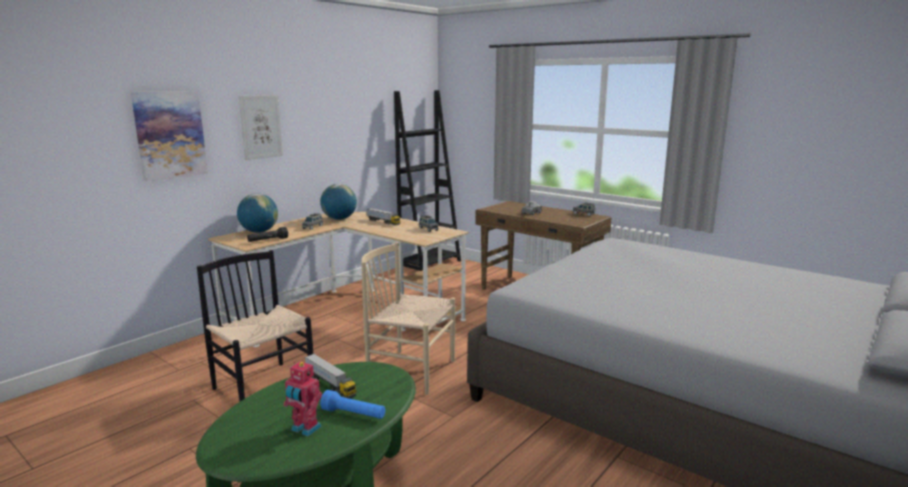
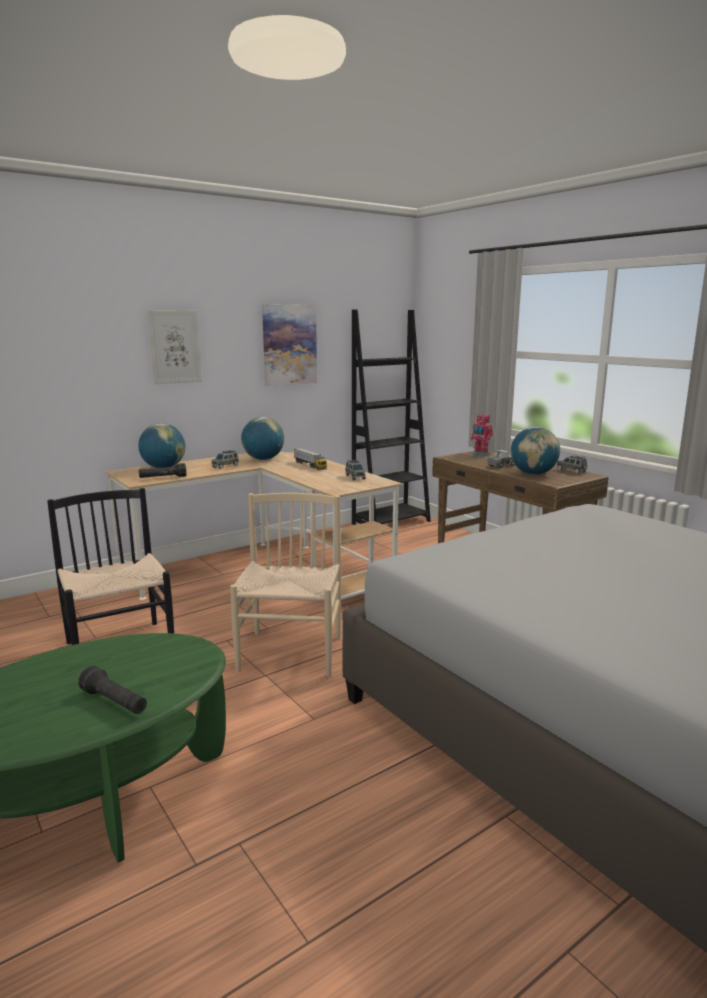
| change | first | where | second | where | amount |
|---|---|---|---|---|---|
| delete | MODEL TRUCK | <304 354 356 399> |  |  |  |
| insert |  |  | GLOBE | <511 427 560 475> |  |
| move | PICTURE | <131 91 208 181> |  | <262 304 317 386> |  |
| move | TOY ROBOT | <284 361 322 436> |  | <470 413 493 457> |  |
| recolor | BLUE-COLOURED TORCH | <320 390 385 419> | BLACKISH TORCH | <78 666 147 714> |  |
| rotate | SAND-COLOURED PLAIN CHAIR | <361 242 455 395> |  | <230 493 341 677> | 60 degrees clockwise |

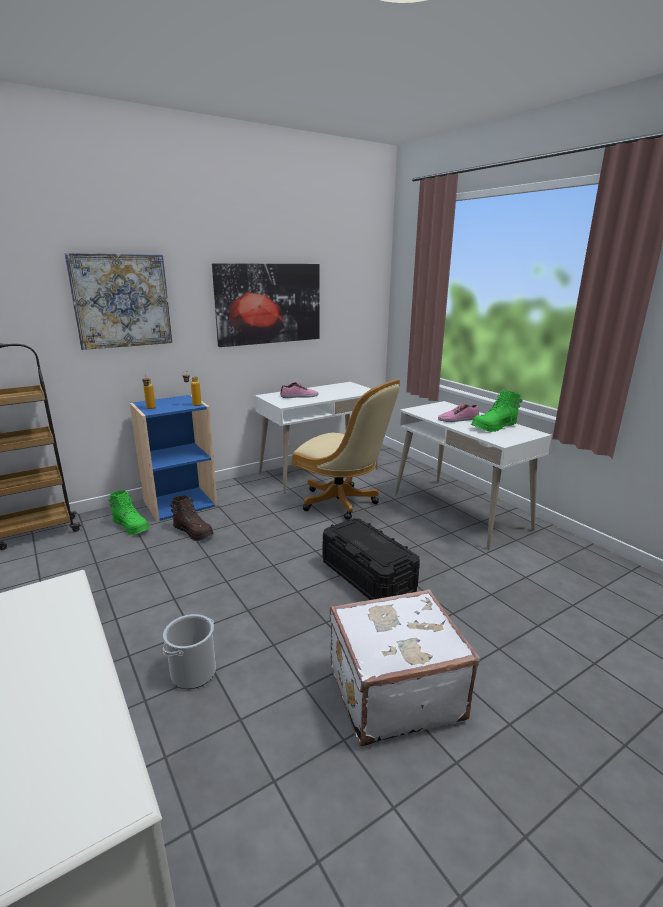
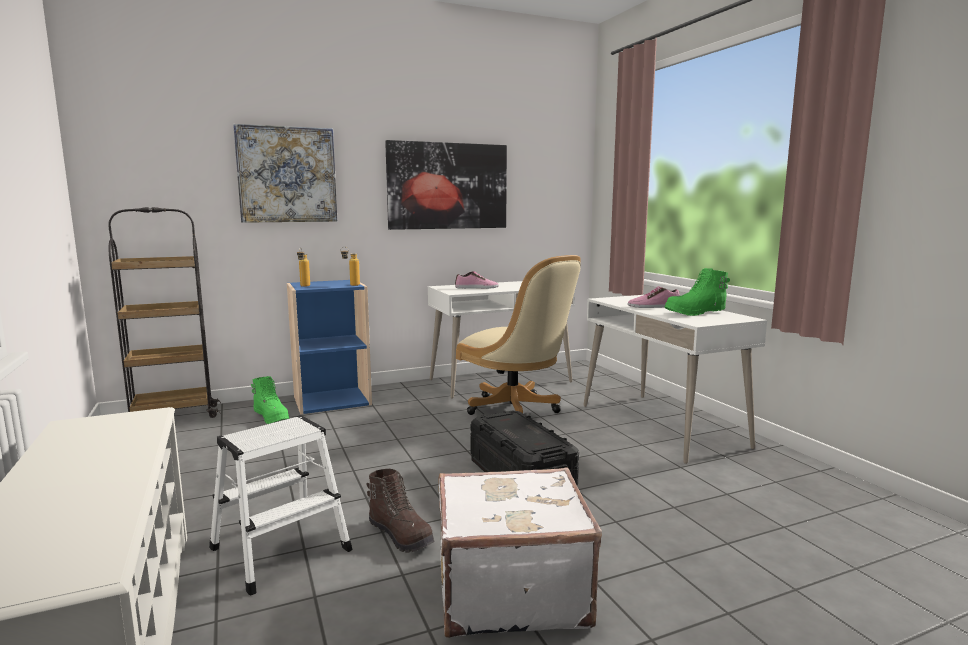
| change | first | where | second | where | amount |
|---|---|---|---|---|---|
| move | BROWN-COLOURED TALL BOOT | <170 495 214 541> |  | <367 469 434 553> |  |
| replace | WATER BUCKET | <163 614 216 689> | WHITE-COLOURED STEP LADDER | <209 415 352 595> |  |

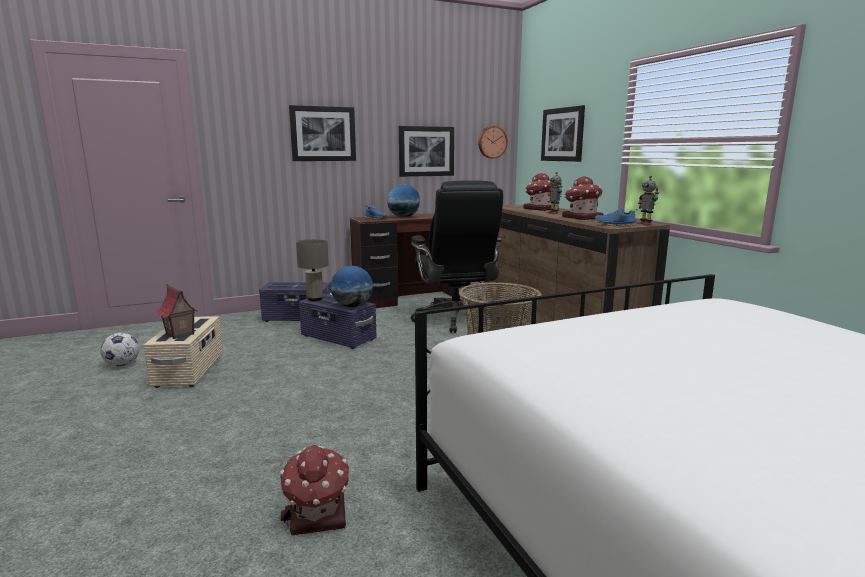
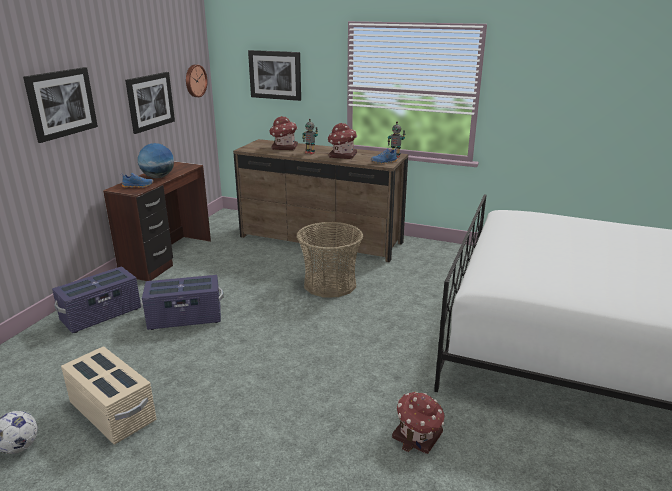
| change | first | where | second | where | amount |
|---|---|---|---|---|---|
| delete | TOY HOUSE | <156 284 198 339> |  |  |  |
| delete | GREYISH TABLE LAMP | <296 239 329 301> |  |  |  |
| delete | GLOBE | <331 266 373 307> |  |  |  |
| delete | BLACKISH COMPUTER CHAIR | <411 180 503 333> |  |  |  |

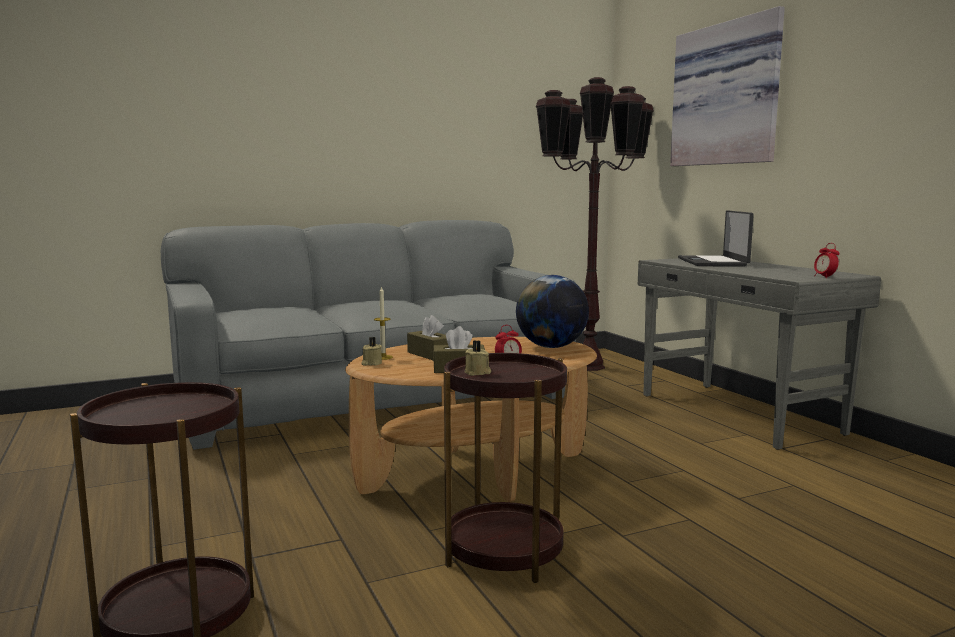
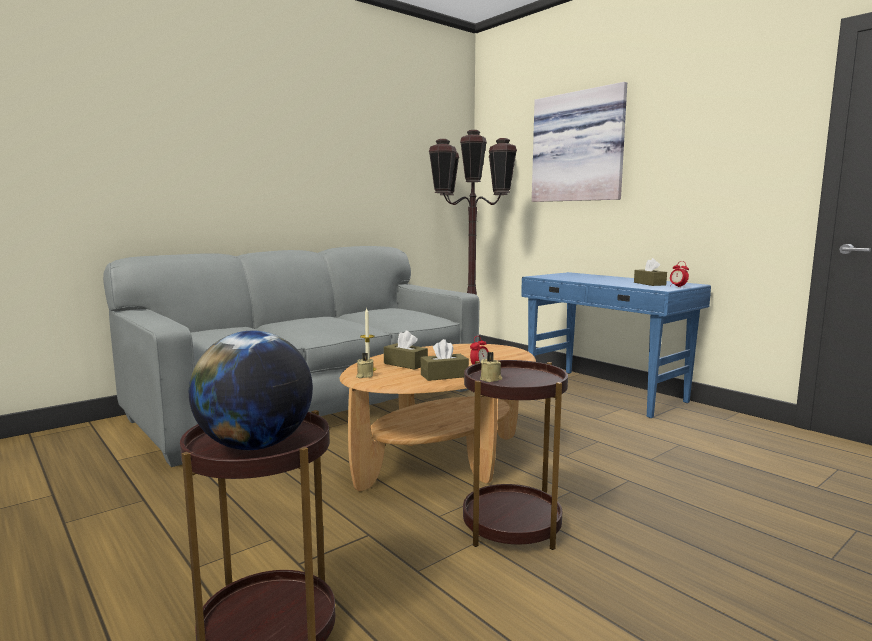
| change | first | where | second | where | amount |
|---|---|---|---|---|---|
| delete | PORTABLE COMPUTER | <678 210 754 267> |  |  |  |
| insert |  |  | BROWN-COLOURED TISSUE HOLDER | <634 258 667 286> |  |
| move | GLOBE | <516 275 589 348> |  | <189 331 313 450> |  |
| recolor | GREYISH CONSOLE TABLE | <638 258 881 450> | BLUE-COLOURED CONSOLE TABLE | <521 272 711 418> |  |

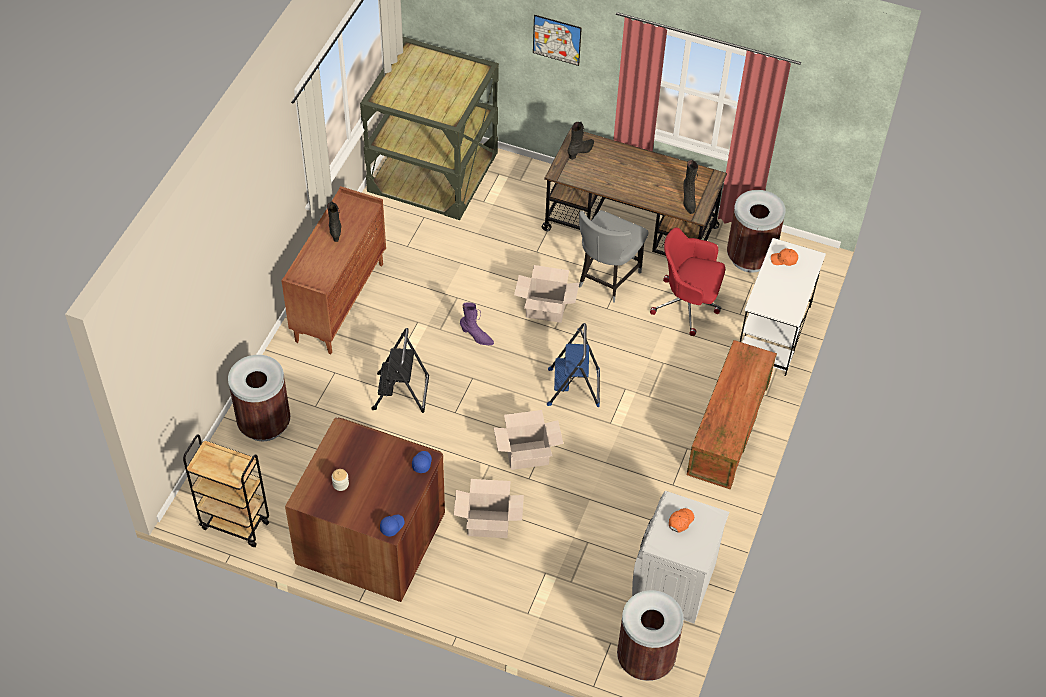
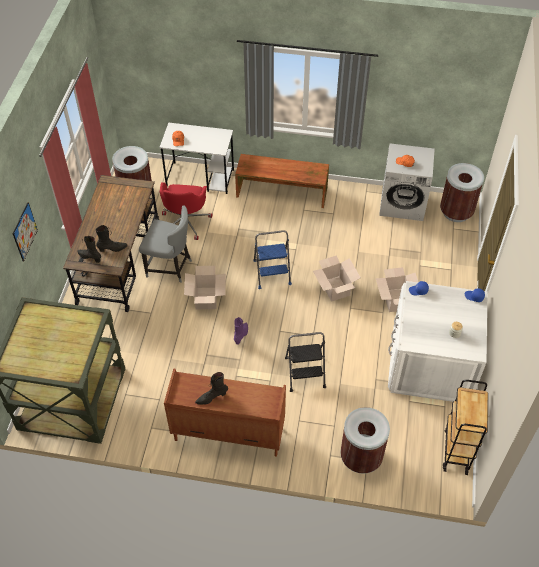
| change | first | where | second | where | amount |
|---|---|---|---|---|---|
| move | BLACKISH TALL BOOT | <683 160 698 214> |  | <96 225 128 252> |  |
| recolor | BROWN-COLOURED DRAWER CHEST | <285 417 445 602> | WHITE-COLOURED DRAWER CHEST | <388 281 487 402> |  |

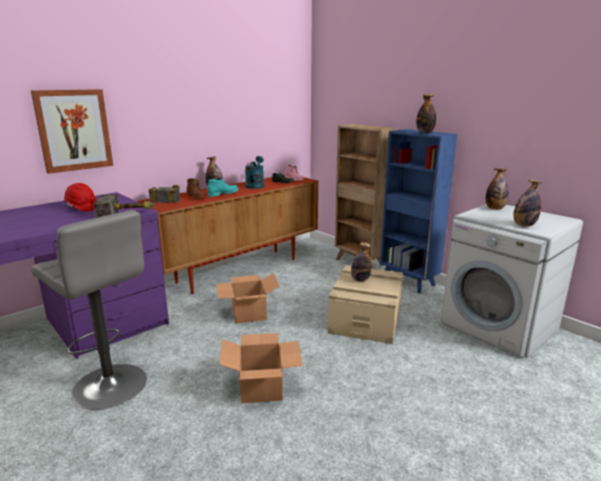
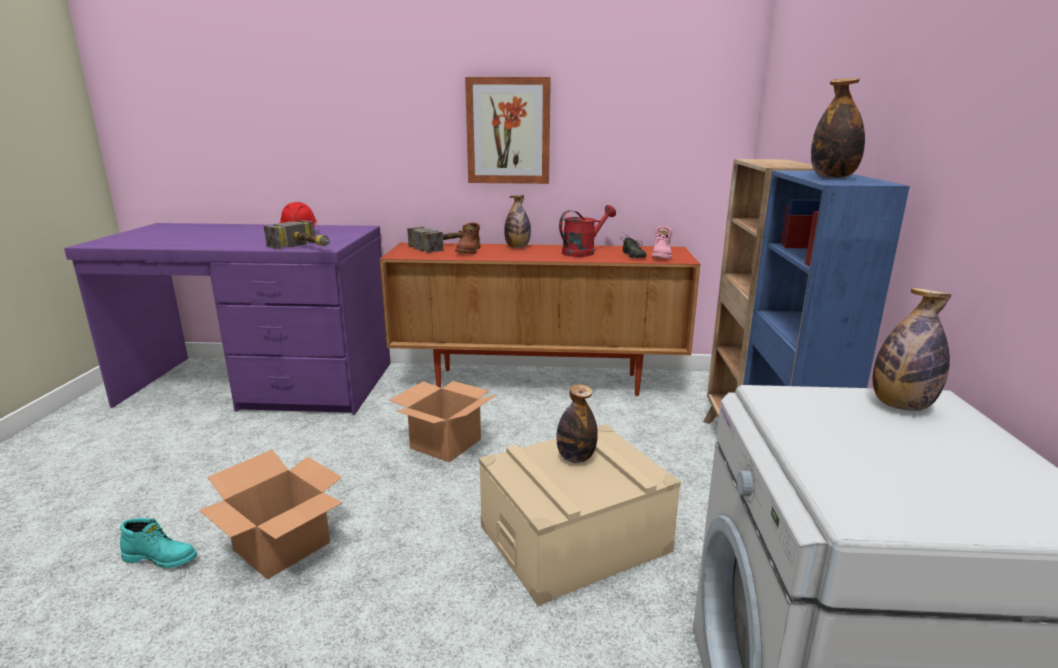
| change | first | where | second | where | amount |
|---|---|---|---|---|---|
| delete | GREYISH STOOL | <31 210 147 410> |  |  |  |
| delete | BEVERAGE BOTTLE | <513 180 542 226> |  |  |  |
| move | PICTURE | <31 89 113 174> |  | <465 77 551 184> |  |
| move | TURQUOISE TALL BOOT | <207 178 239 197> |  | <120 518 197 568> |  |
| recolor | TURQUOISE WATERING POT | <245 156 264 189> | RED-COLOURED WATERING POT | <559 205 616 257> |  |

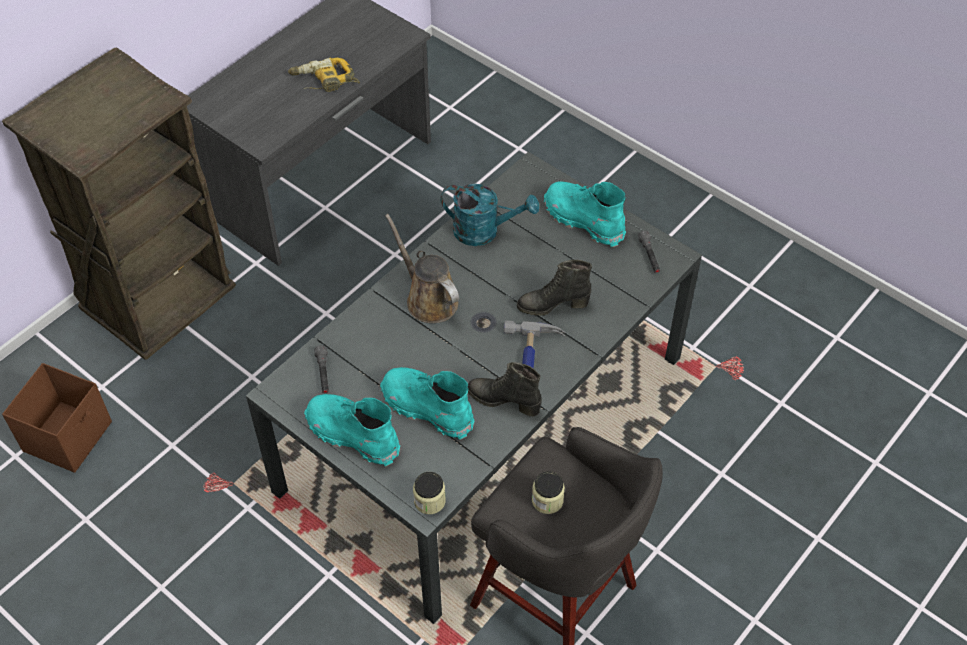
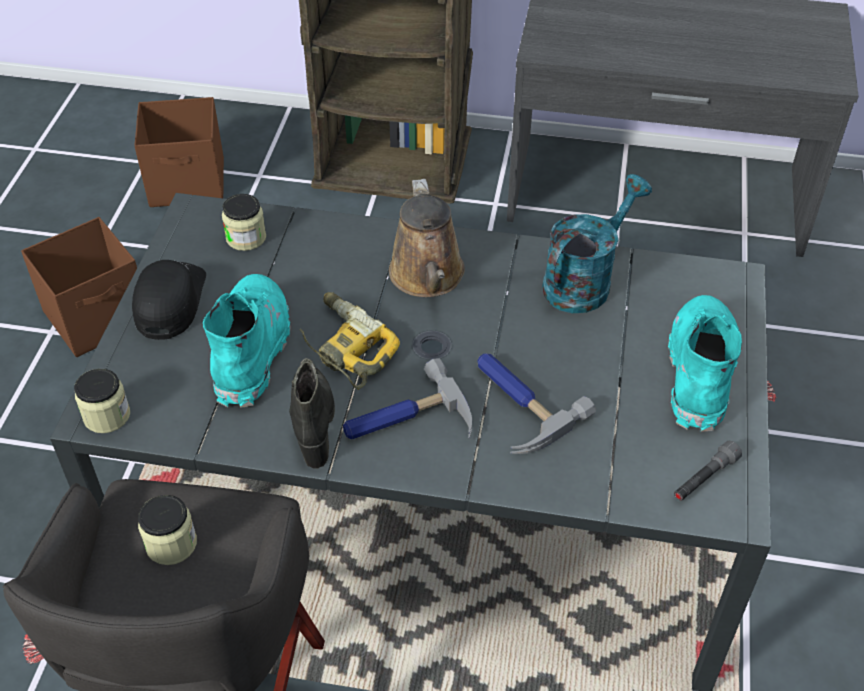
| change | first | where | second | where | amount |
|---|---|---|---|---|---|
| insert |  |  | BROWN-COLOURED STORAGE BIN | <21 217 137 357> |  |
| move | DRILL | <288 57 360 92> |  | <299 292 400 390> |  |
| replace | TURQUOISE TALL BOOT | <304 394 401 467> | BLACKISH PEAKED CAP | <132 260 206 340> |  |
| replace | GREYISH TORCH | <314 345 329 393> | JAR | <222 194 266 251> |  |
| replace | BLACKISH TALL BOOT | <517 260 592 316> | HAMMER | <478 353 596 454> |  |
| rotate | BROWN-COLOURED WATERING POT | <385 214 459 323> |  | <389 179 465 297> | 150 degrees clockwise |
| rotate | TURQUOISE WATERING POT | <441 184 539 246> |  | <542 174 652 313> | 120 degrees counterclockwise |

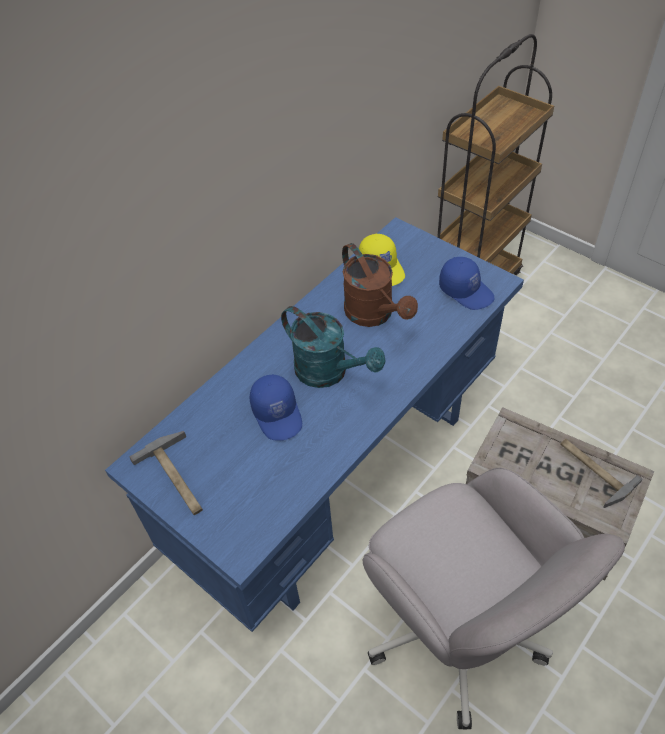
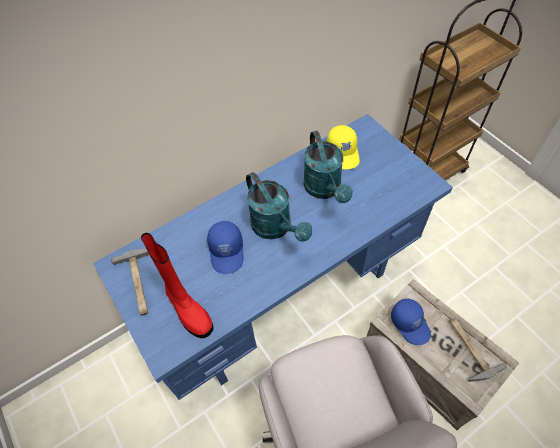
| change | first | where | second | where | amount |
|---|---|---|---|---|---|
| insert |  |  | RED-COLOURED TALL BOOT | <141 233 214 338> |  |
| move | BLUE-COLOURED PEAKED CAP | <439 257 494 310> |  | <391 299 431 345> |  |
| recolor | BROWN-COLOURED WATERING POT | <342 243 418 327> | TURQUOISE WATERING POT | <303 131 353 203> |  |

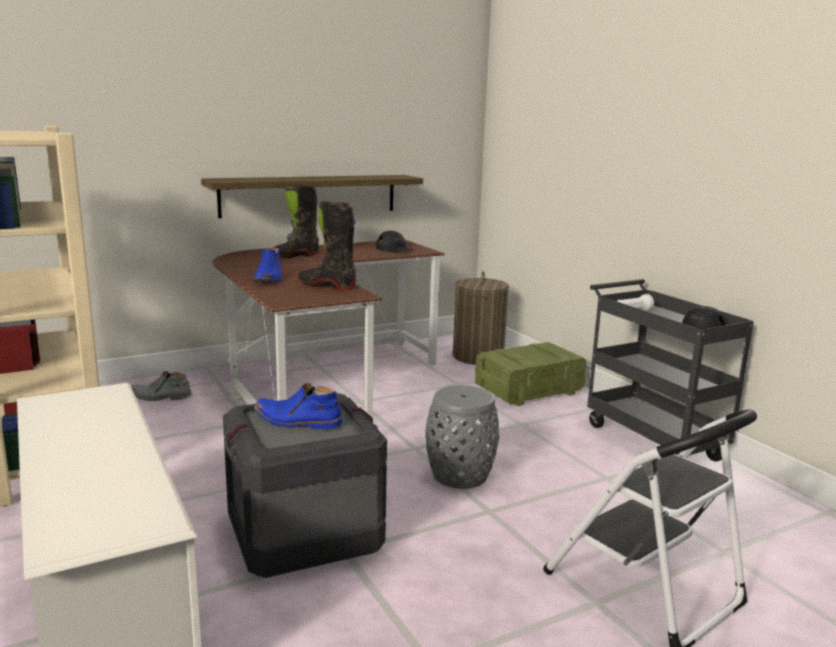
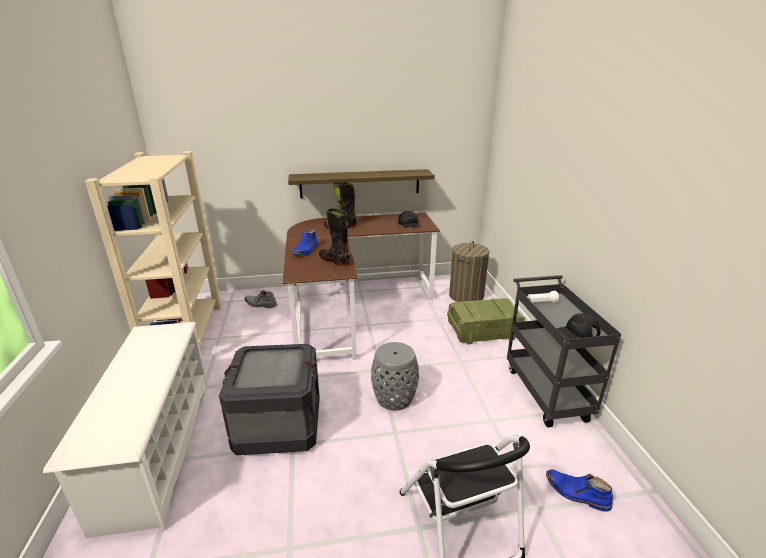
| change | first | where | second | where | amount |
|---|---|---|---|---|---|
| move | BLUE-COLOURED TALL BOOT | <254 383 343 429> |  | <546 469 613 512> |  |

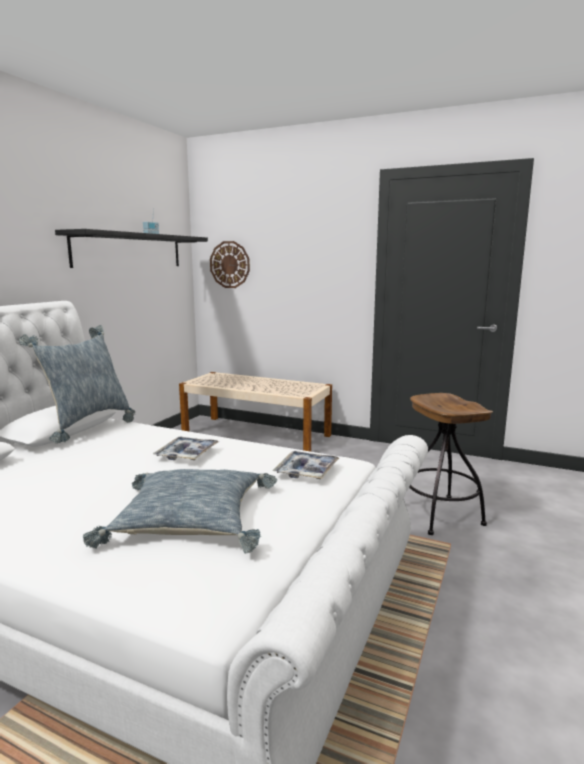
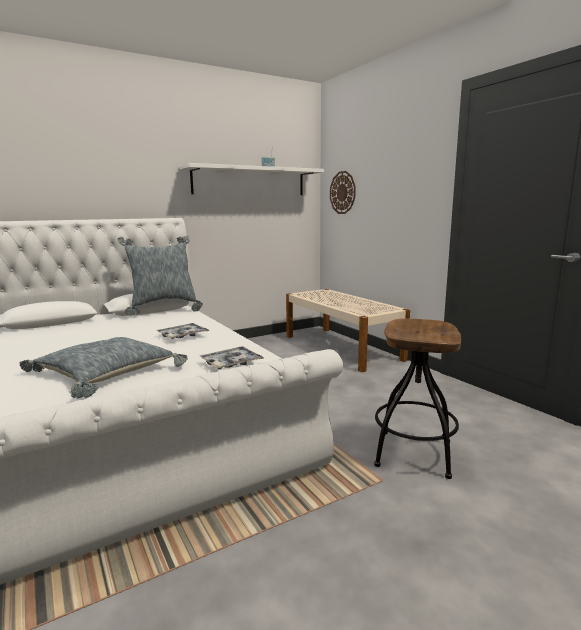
| change | first | where | second | where | amount |
|---|---|---|---|---|---|
| recolor | BLACKISH BRACKET SHELF | <55 229 208 268> | WHITE-COLOURED BRACKET SHELF | <180 163 324 195> |  |

